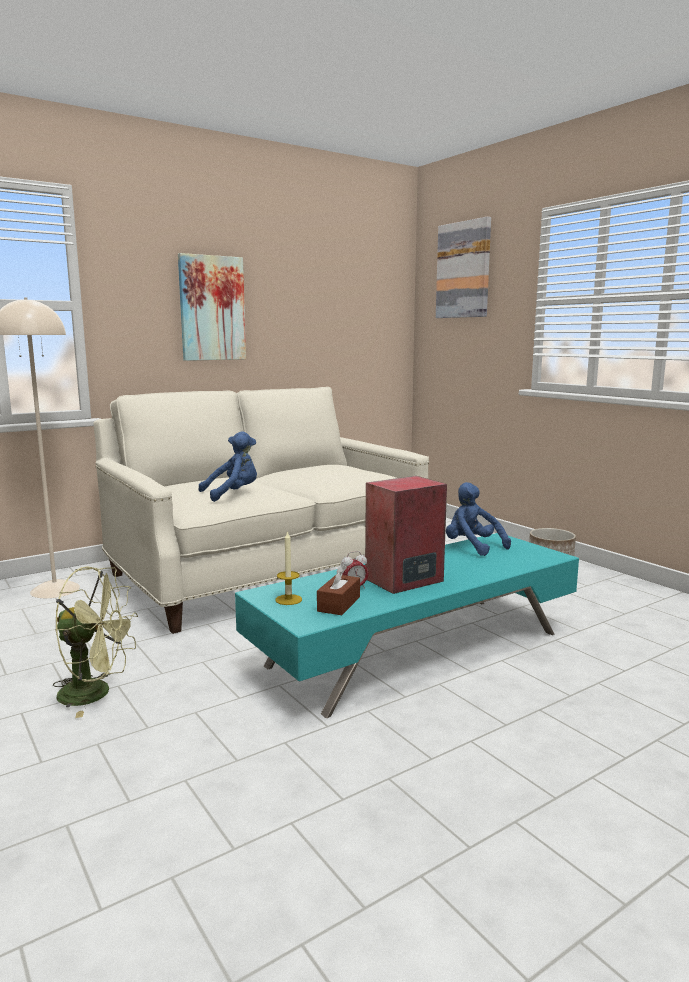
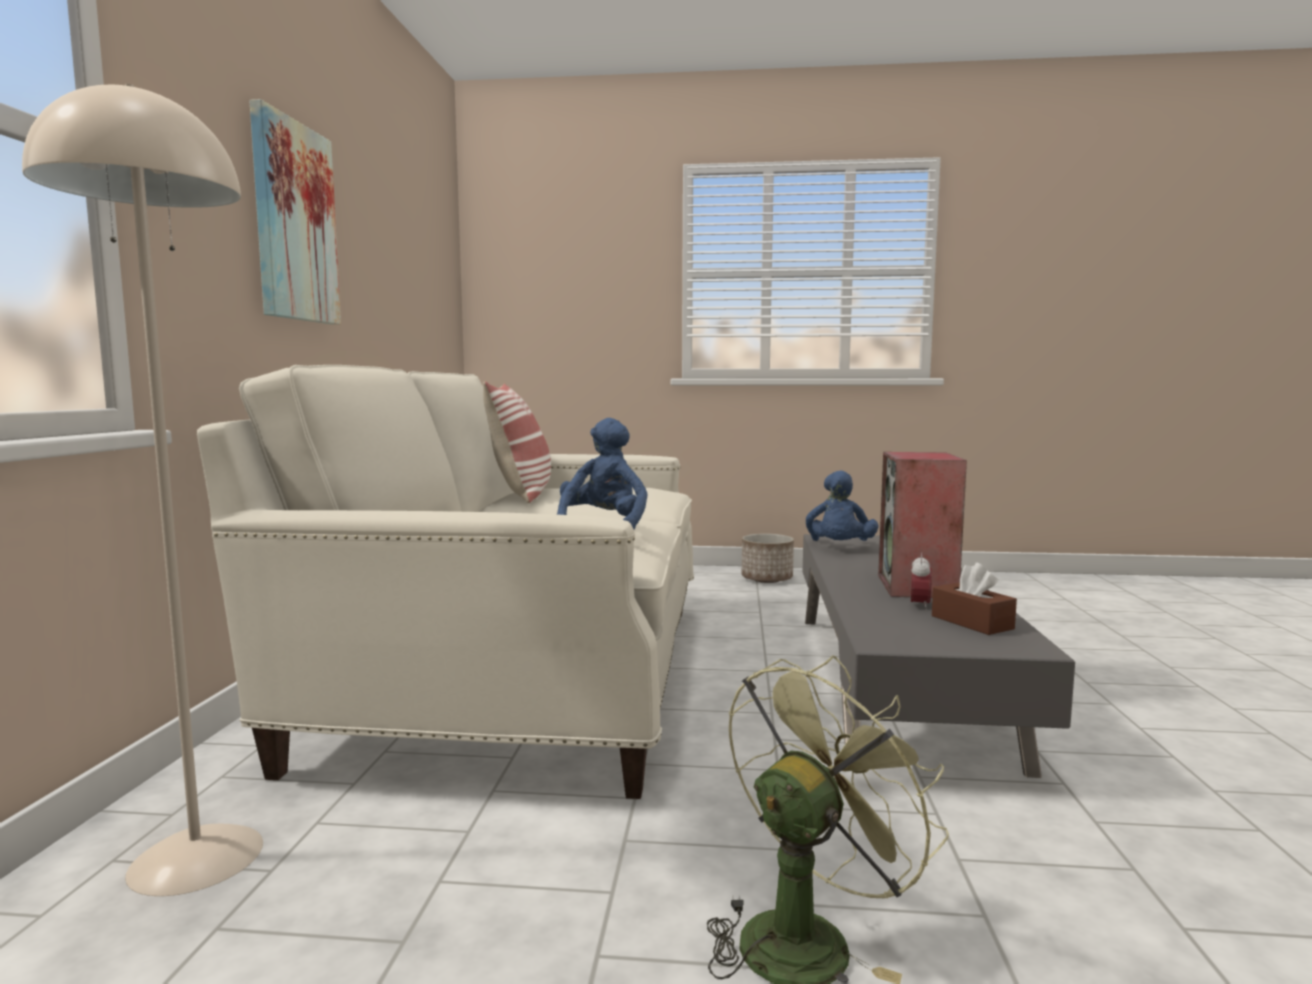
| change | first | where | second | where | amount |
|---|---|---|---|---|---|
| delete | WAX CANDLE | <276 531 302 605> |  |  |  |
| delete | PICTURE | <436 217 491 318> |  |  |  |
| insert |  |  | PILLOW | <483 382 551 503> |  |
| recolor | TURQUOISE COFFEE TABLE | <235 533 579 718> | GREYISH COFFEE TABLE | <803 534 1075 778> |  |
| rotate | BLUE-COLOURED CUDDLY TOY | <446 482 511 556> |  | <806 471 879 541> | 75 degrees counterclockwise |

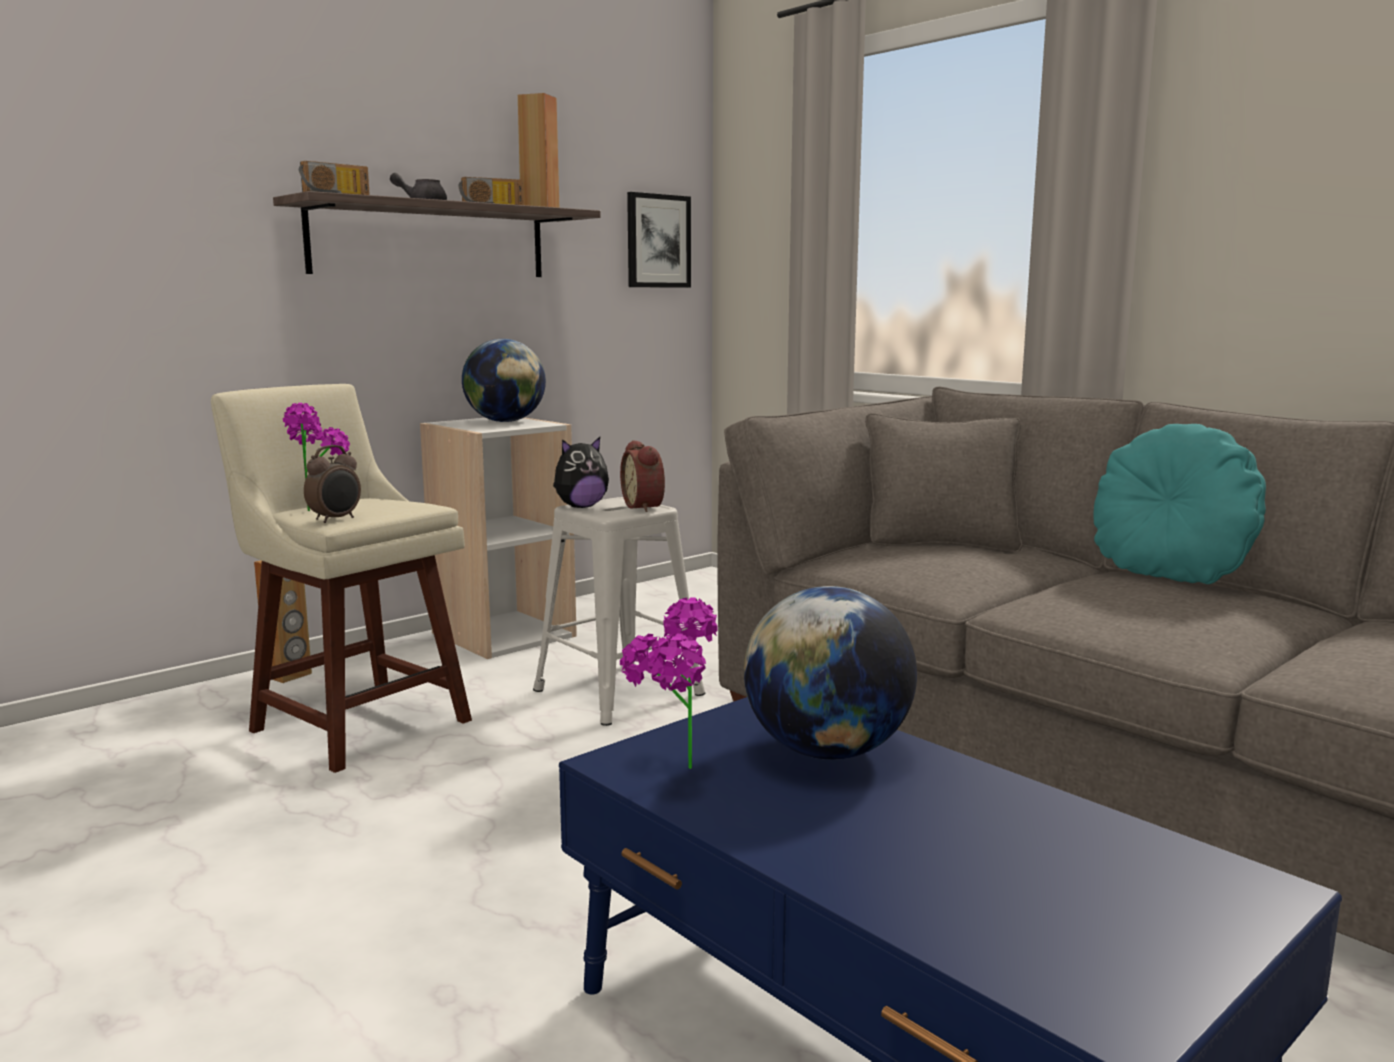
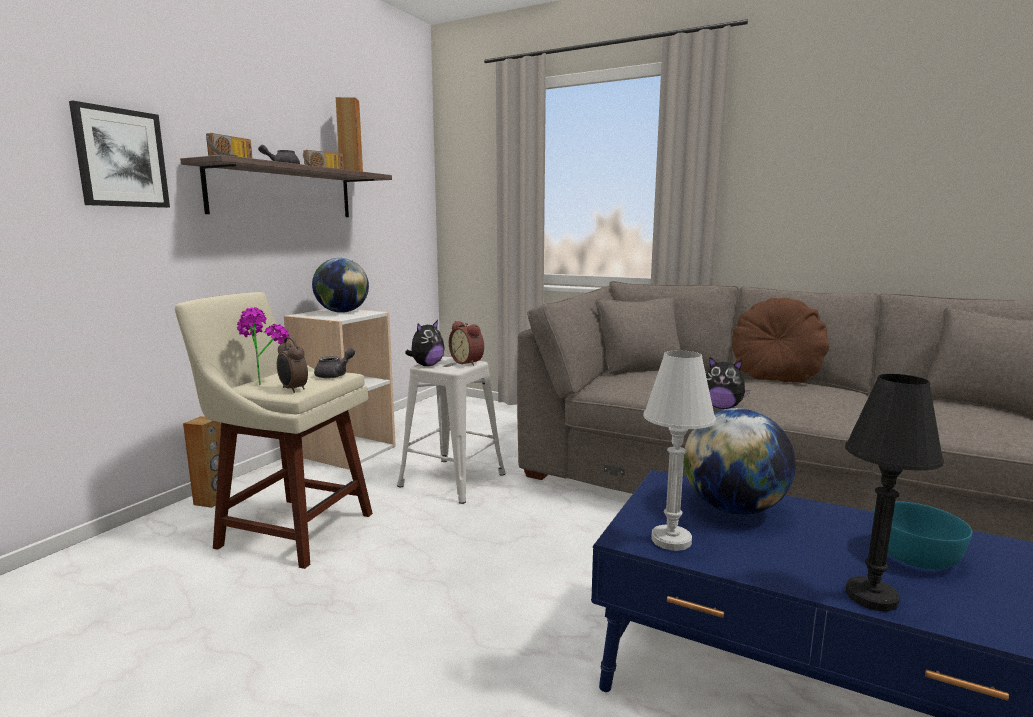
| change | first | where | second | where | amount |
|---|---|---|---|---|---|
| insert |  |  | GREYISH TEAPOT | <314 348 355 379> |  |
| insert |  |  | CUDDLY TOY | <706 357 750 409> |  |
| insert |  |  | BLACKISH TABLE LAMP | <845 374 944 612> |  |
| insert |  |  | TURQUOISE SERVING BOWL | <874 501 972 570> |  |
| move | PICTURE | <627 192 691 288> |  | <69 101 170 208> |  |
| replace | POTTED PLANT | <620 597 717 769> | WHITE-COLOURED TABLE LAMP | <643 350 716 551> |  |
| recolor | TURQUOISE PILLOW | <1093 424 1266 584> | BROWN-COLOURED PILLOW | <732 298 829 382> |  |
| rotate | TABLE CLOCK | <304 445 361 523> |  | <277 337 308 393> | 120 degrees clockwise |

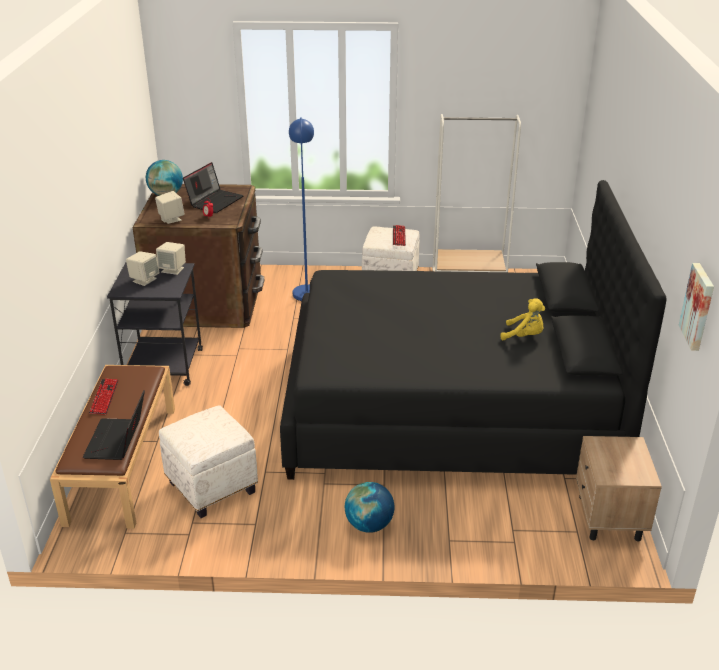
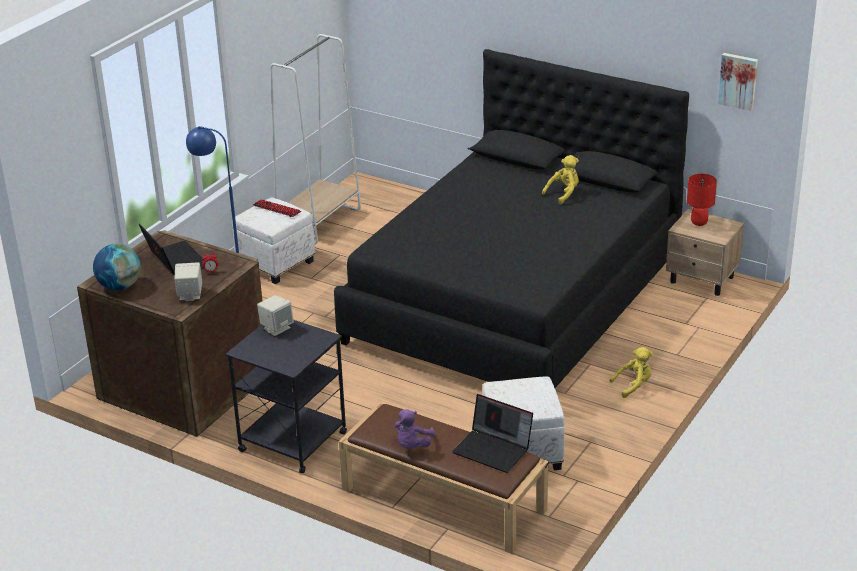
| change | first | where | second | where | amount |
|---|---|---|---|---|---|
| delete | SAND-COLOURED AUDIO SPEAKER | <126 251 160 286> |  |  |  |
| insert |  |  | RED-COLOURED TABLE LAMP | <687 174 717 226> |  |
| replace | KEYBOARD | <89 379 119 415> | PURPLE-COLOURED CUDDLY TOY | <394 409 436 449> |  |
| replace | GLOBE | <345 482 394 533> | YELLOWISH CUDDLY TOY | <610 347 653 398> |  |

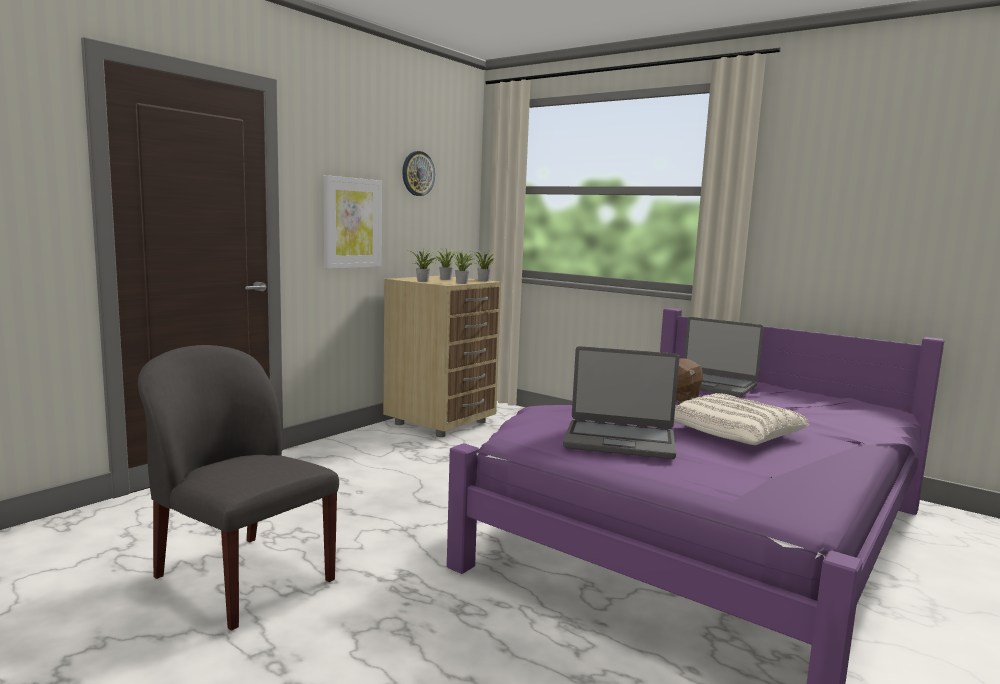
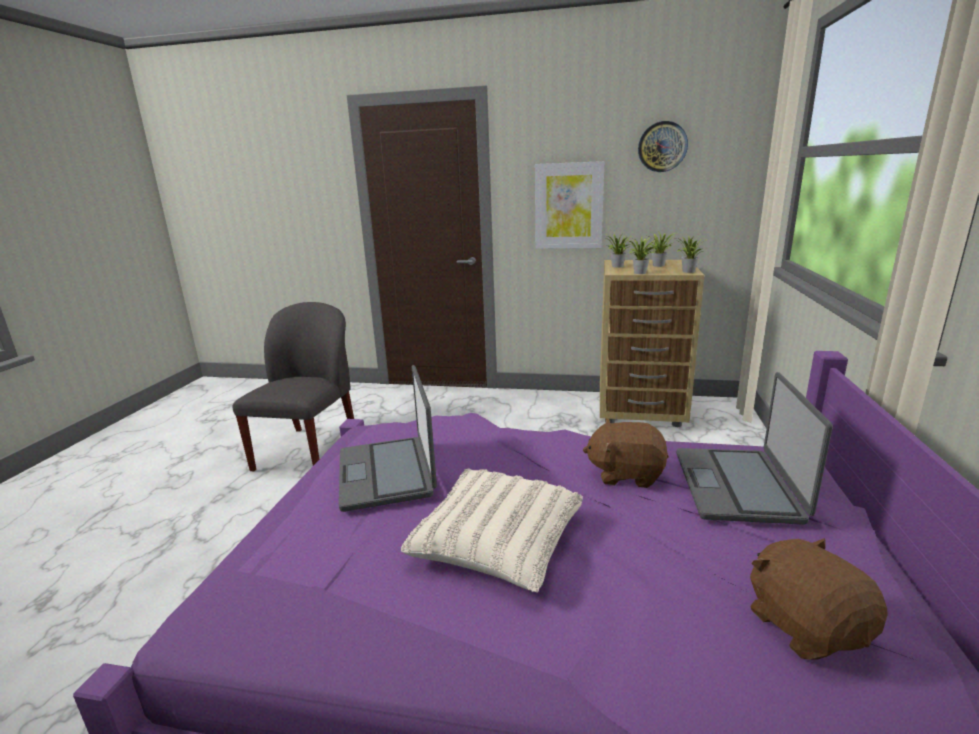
| change | first | where | second | where | amount |
|---|---|---|---|---|---|
| insert |  |  | BROWN-COLOURED CUDDLY TOY | <750 538 888 660> |  |

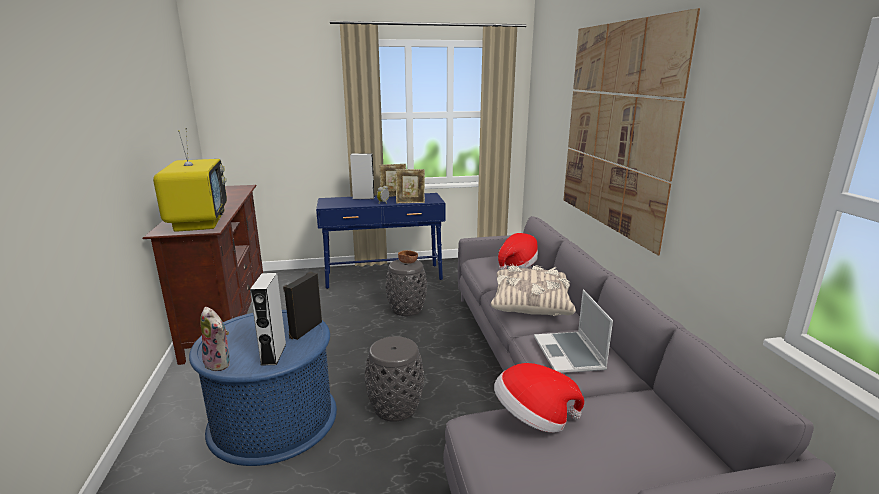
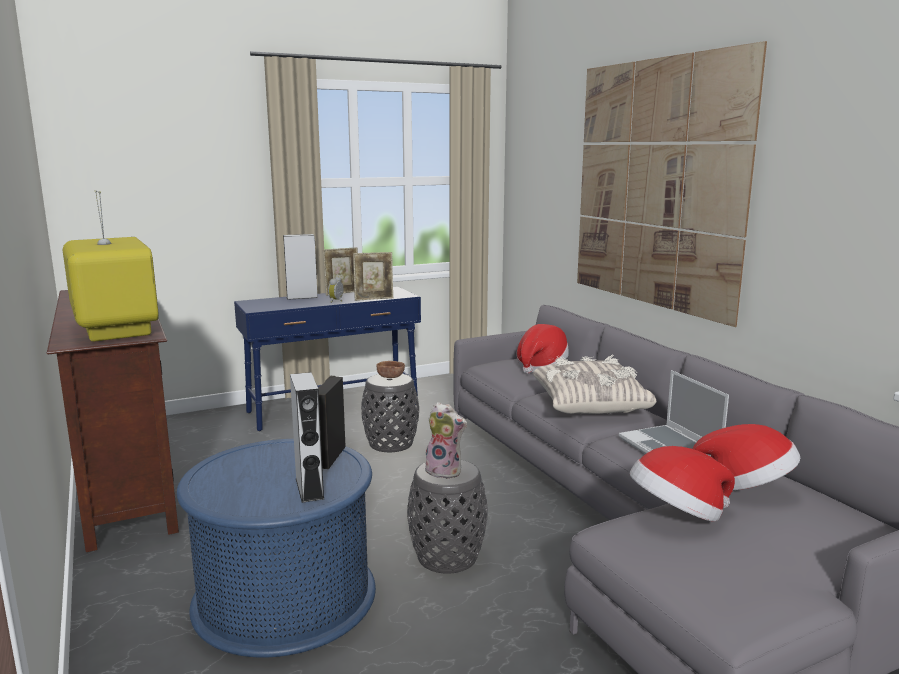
| change | first | where | second | where | amount |
|---|---|---|---|---|---|
| insert |  |  | WEARABLE HAT | <693 424 800 490> |  |
| move | CUDDLY TOY | <200 307 230 371> |  | <425 402 467 479> |  |

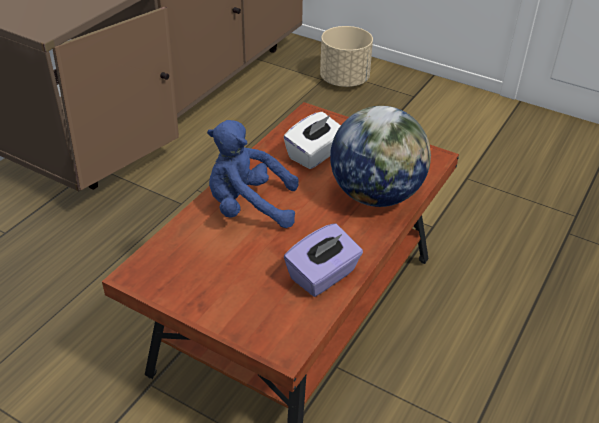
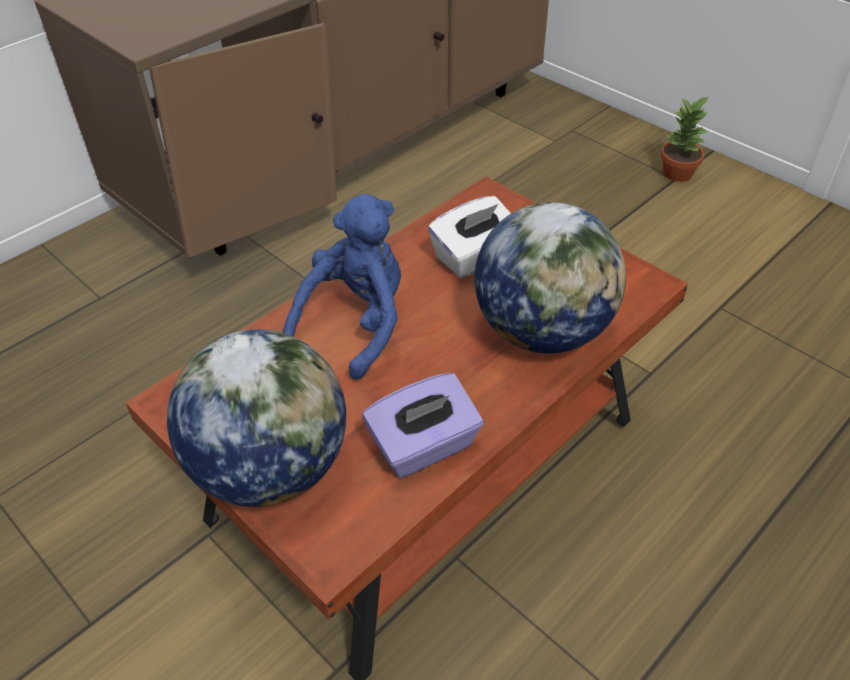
| change | first | where | second | where | amount |
|---|---|---|---|---|---|
| delete | SAND-COLOURED PLANT POT | <320 26 373 87> |  |  |  |
| insert |  |  | GLOBE | <167 329 346 507> |  |
| insert |  |  | POTTED PLANT | <661 96 709 182> |  |
| rotate | BLUE-COLOURED CUDDLY TOY | <207 120 299 228> |  | <282 194 401 380> | 105 degrees clockwise |

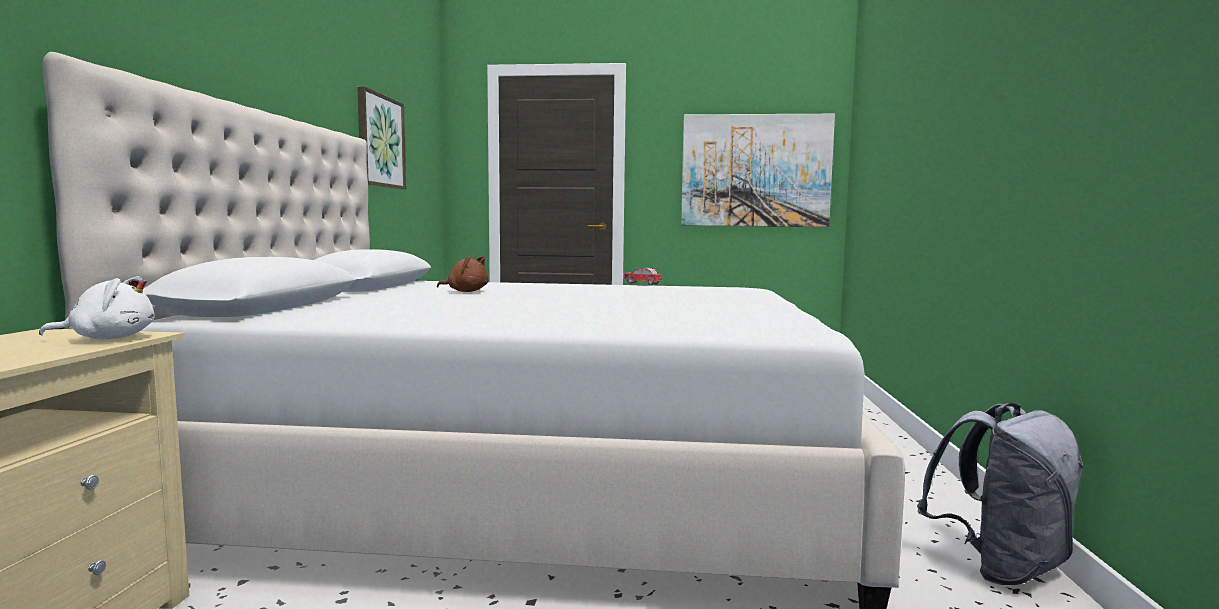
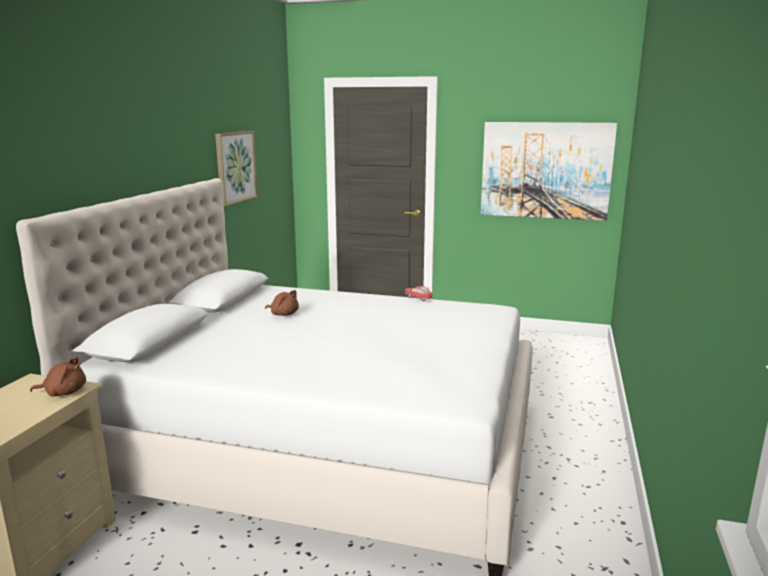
| change | first | where | second | where | amount |
|---|---|---|---|---|---|
| delete | GREYISH BACKPACK | <917 403 1084 585> |  |  |  |
| recolor | WHITE-COLOURED CUDDLY TOY | <39 276 155 340> | BROWN-COLOURED CUDDLY TOY | <30 357 86 396> |  |

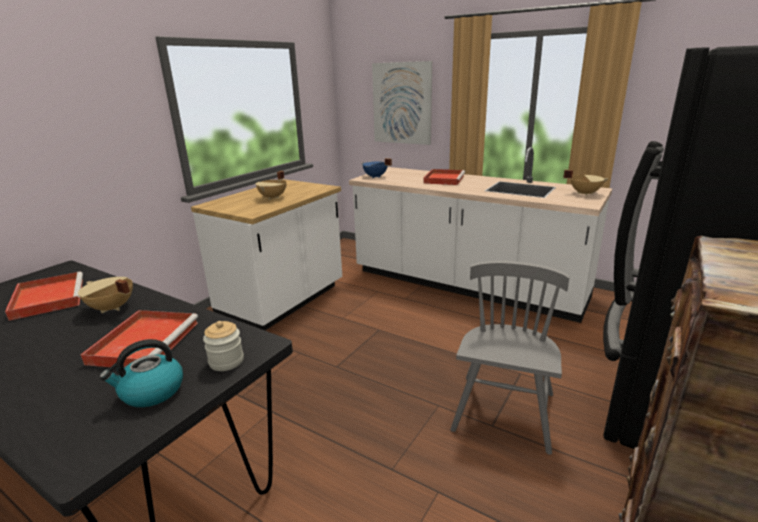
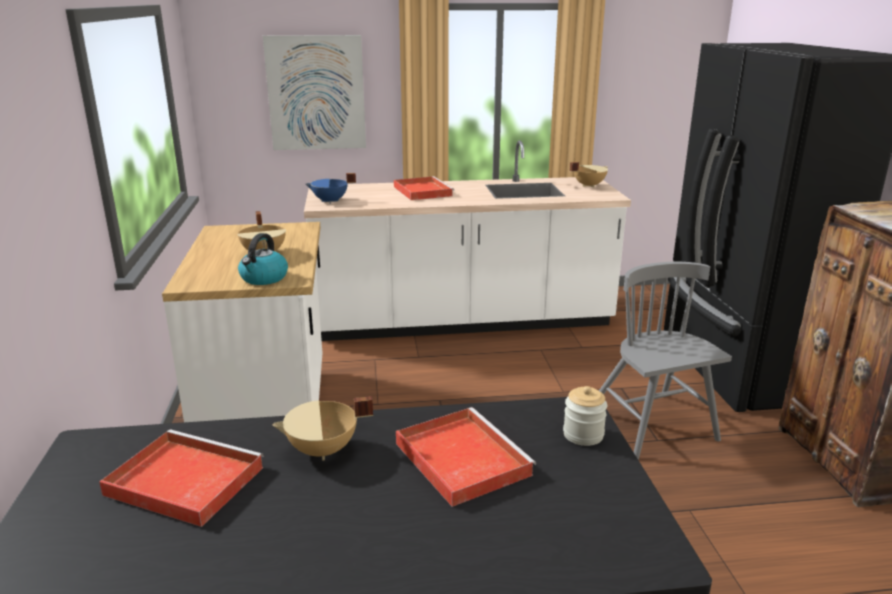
| change | first | where | second | where | amount |
|---|---|---|---|---|---|
| move | TEA KETTLE | <100 339 183 407> |  | <238 233 288 285> |  |

